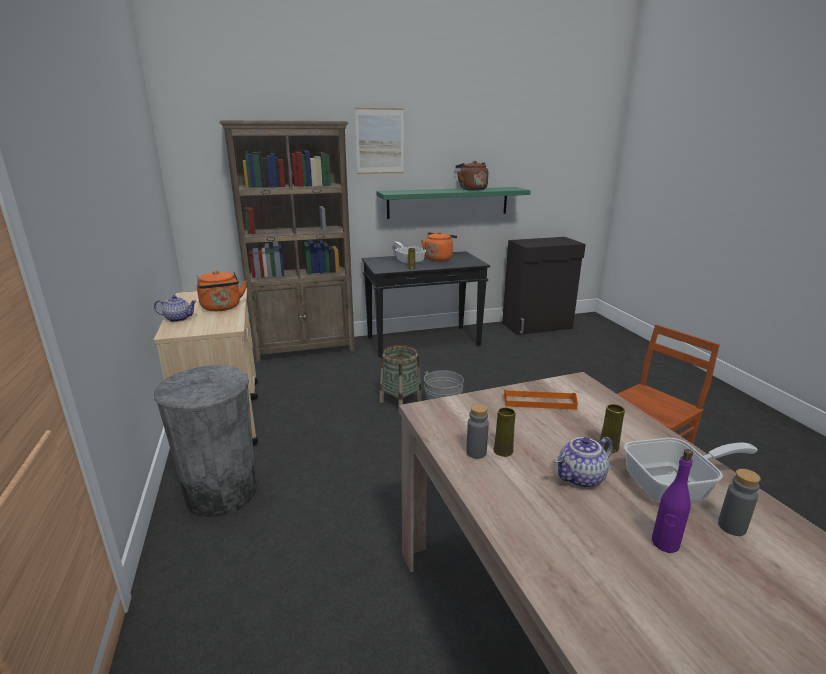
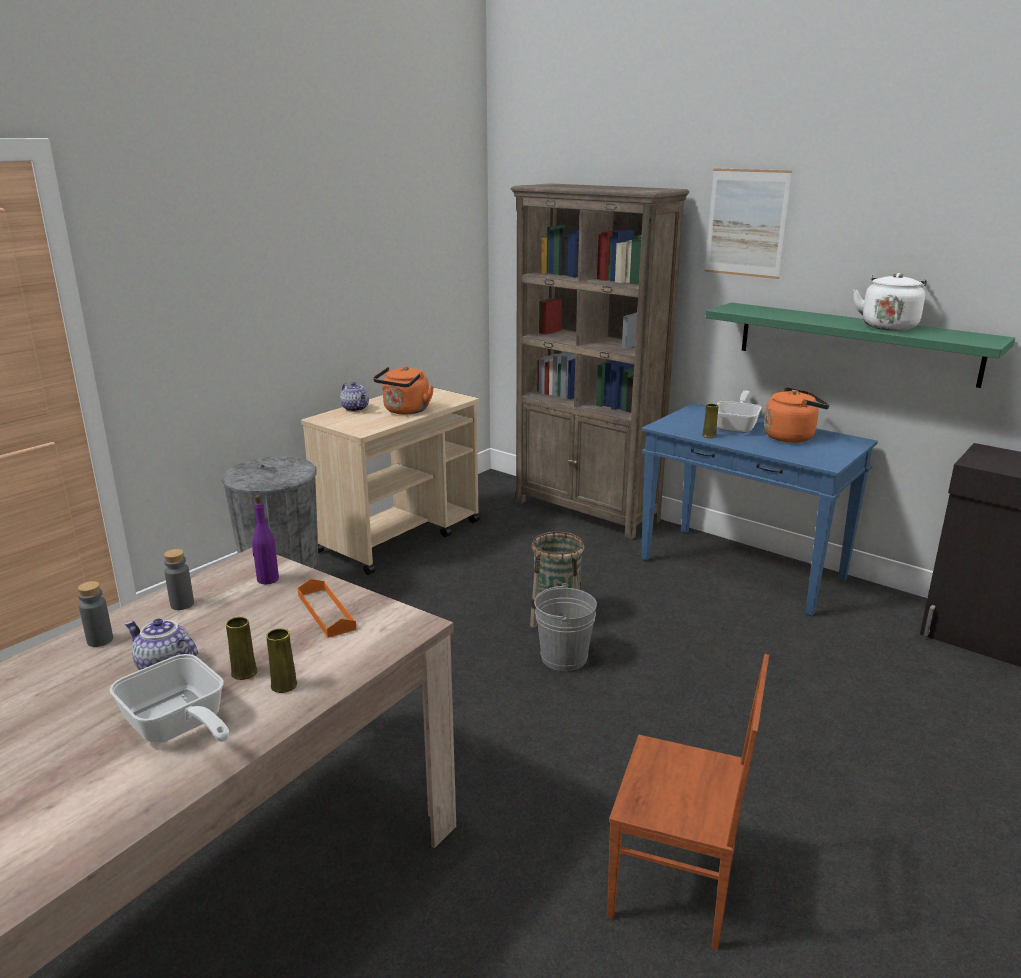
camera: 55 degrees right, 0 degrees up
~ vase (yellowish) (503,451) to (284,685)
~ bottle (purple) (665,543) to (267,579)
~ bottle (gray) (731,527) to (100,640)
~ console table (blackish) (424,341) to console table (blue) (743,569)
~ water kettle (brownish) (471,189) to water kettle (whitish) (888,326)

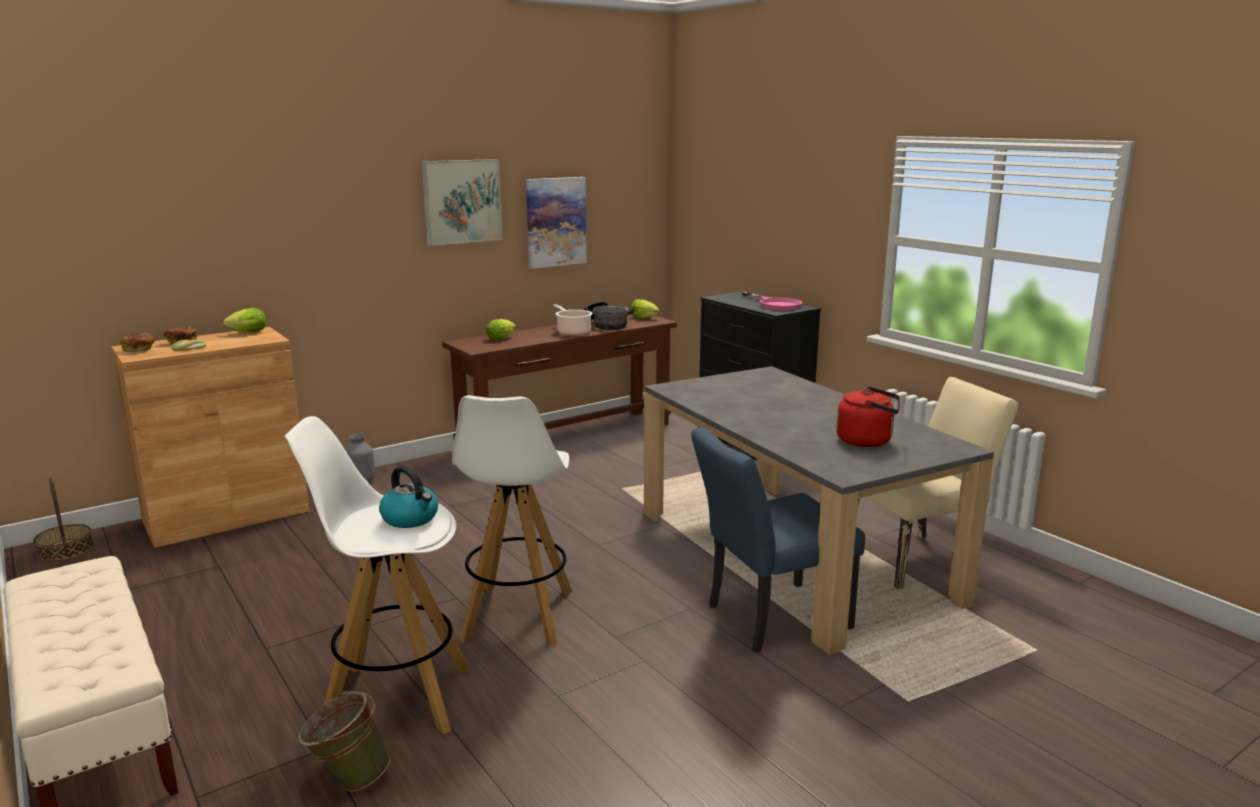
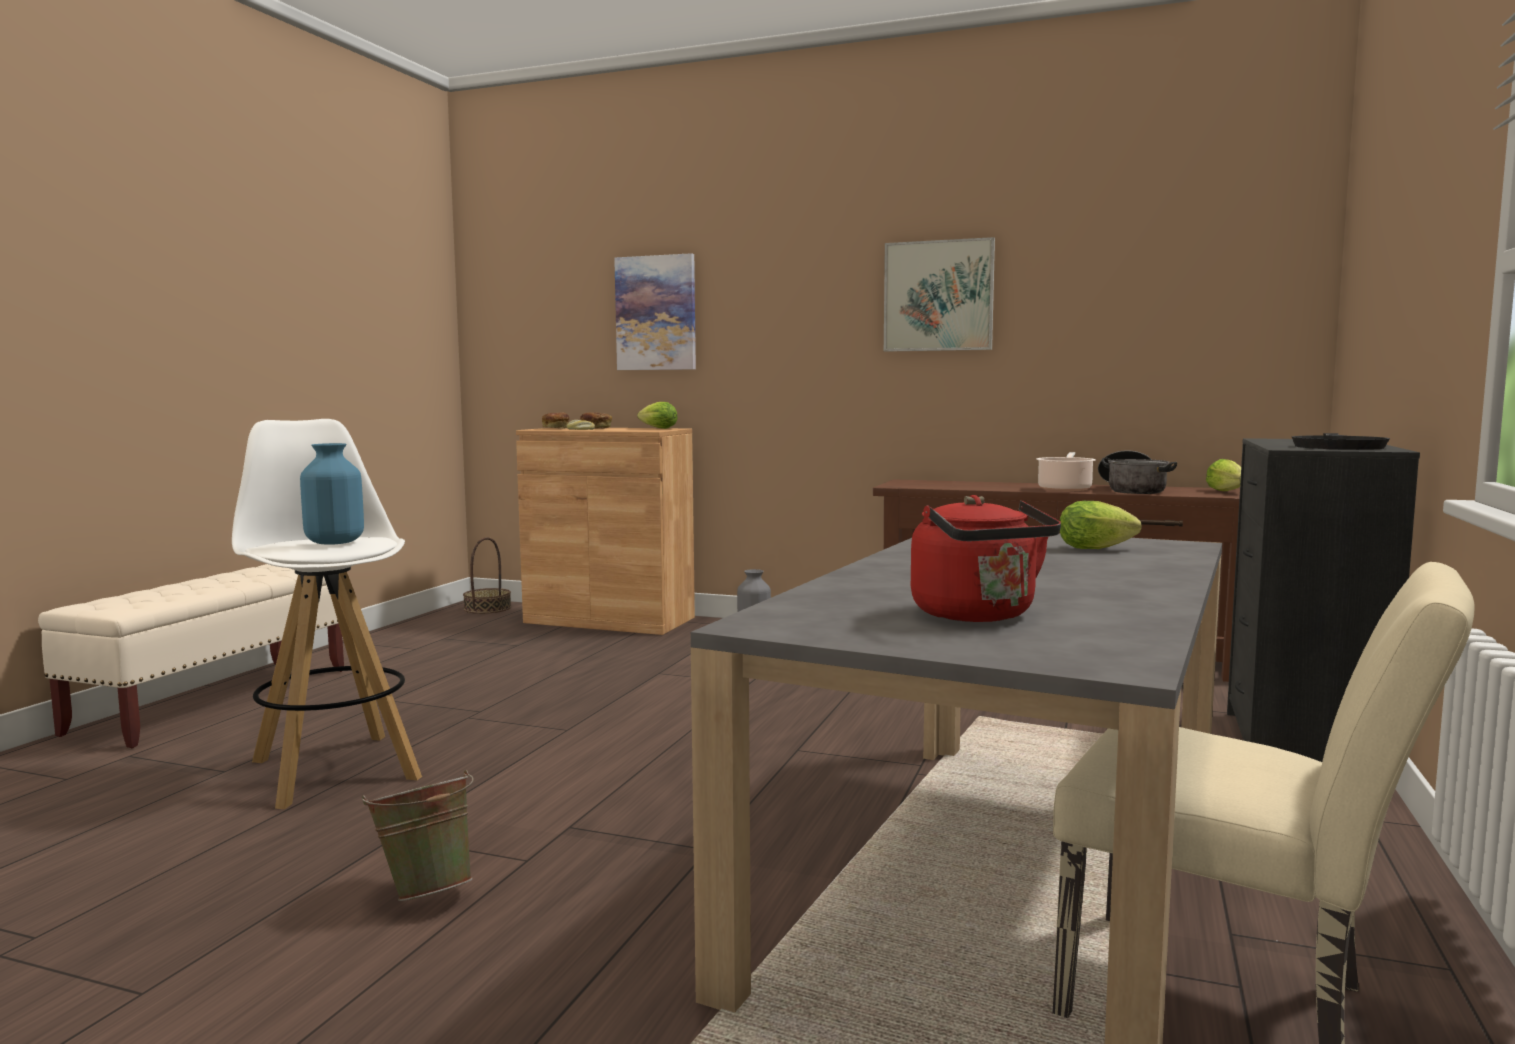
camera: 55 degrees right, 10 degrees down
- sitting stool (whitish) (518,616)
- plain chair (blue) (768,618)
~ bucket (green) (347,780) to (427,891)
~ lettuce head (502,339) to (1099,549)
~ wall art (555,222) to (656,313)
~ water kettle (411,518) to vase (blue) (336,542)
~ skillet (pinkish) (775,304) to skillet (blackish) (1338,446)

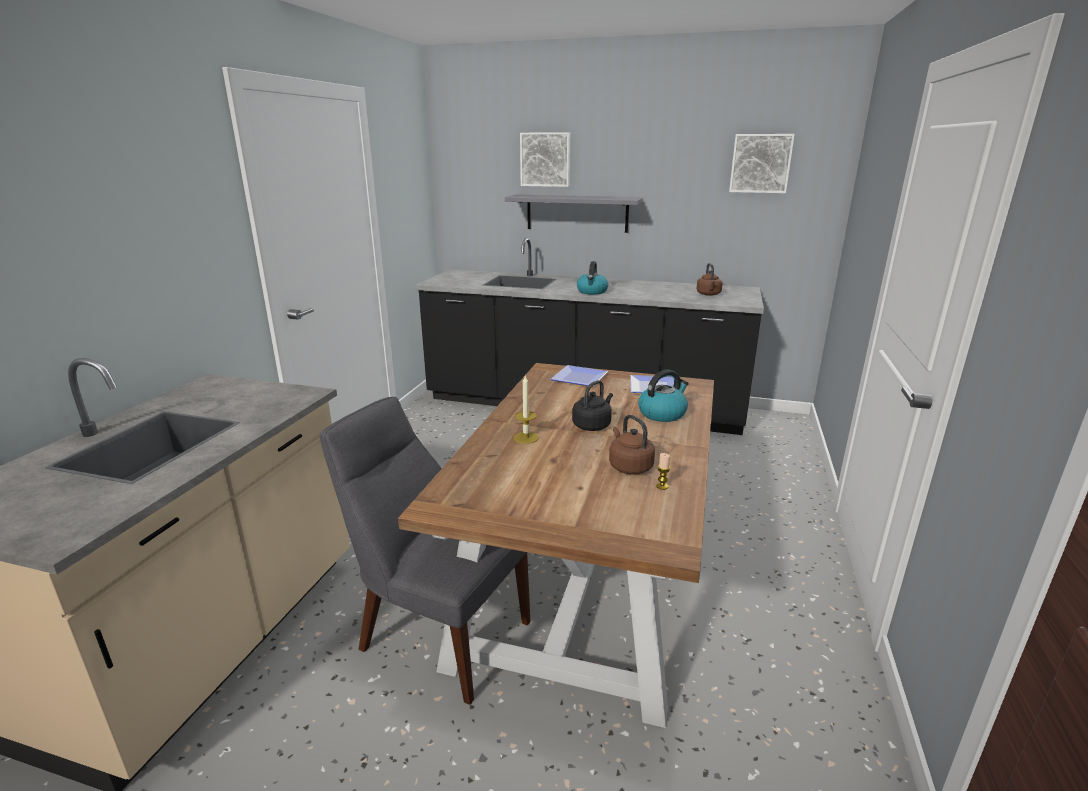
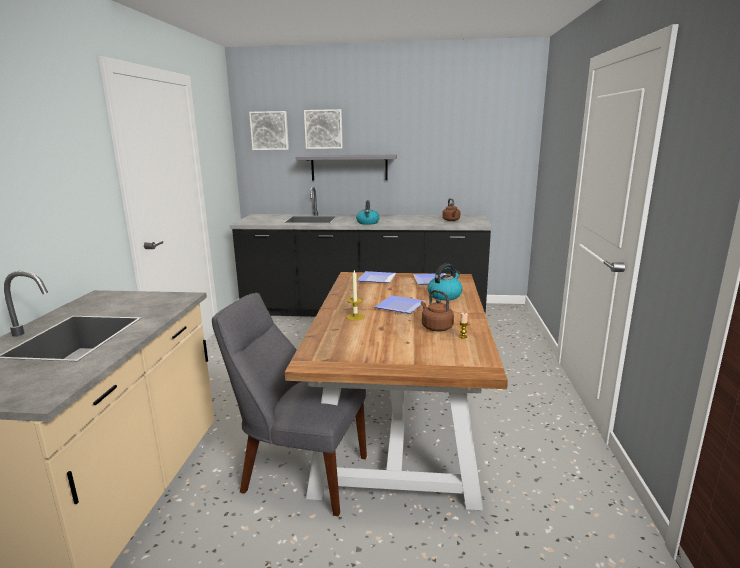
camera: 10 degrees left, 5 degrees down
~ wall art (760,163) to (269,130)
~ water kettle (blackish) (593,425) to flat dish (399,306)

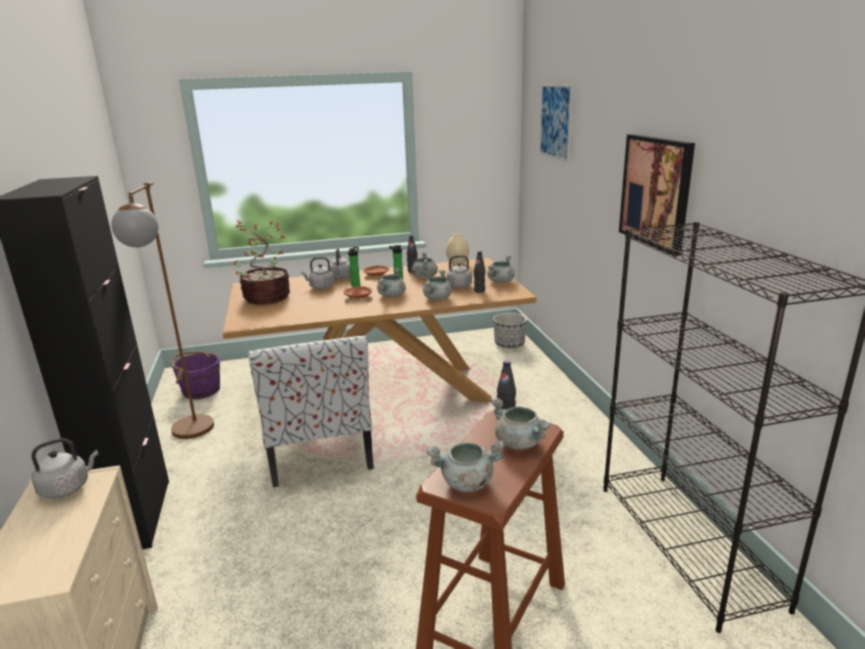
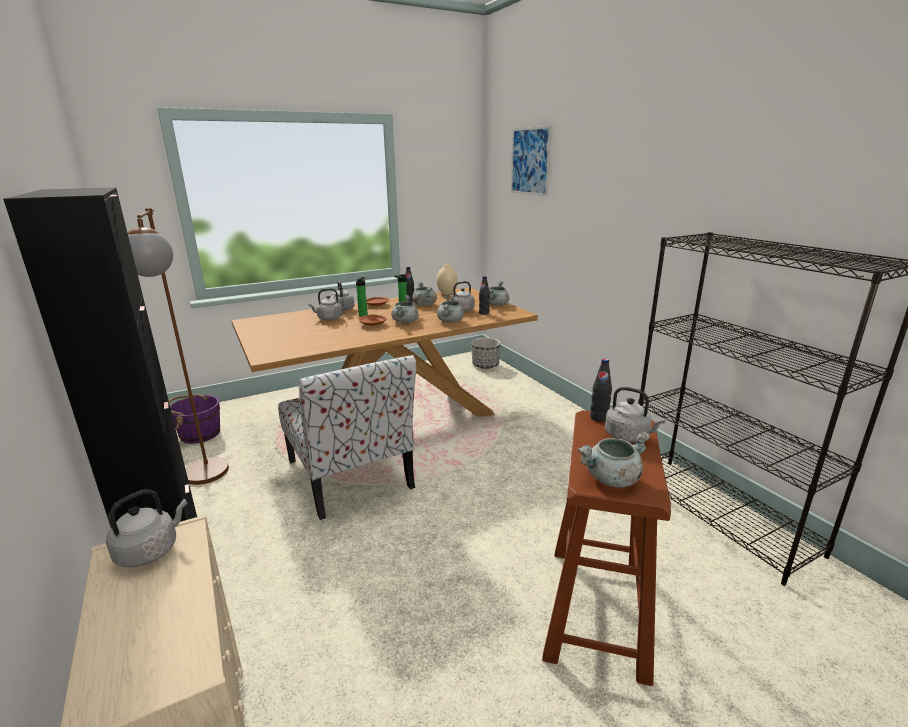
camera: 15 degrees left, 0 degrees up
- potted plant (265,298)
- wall art (656,192)
~ stockpot (gray) (520,443) to water kettle (gray) (629,436)

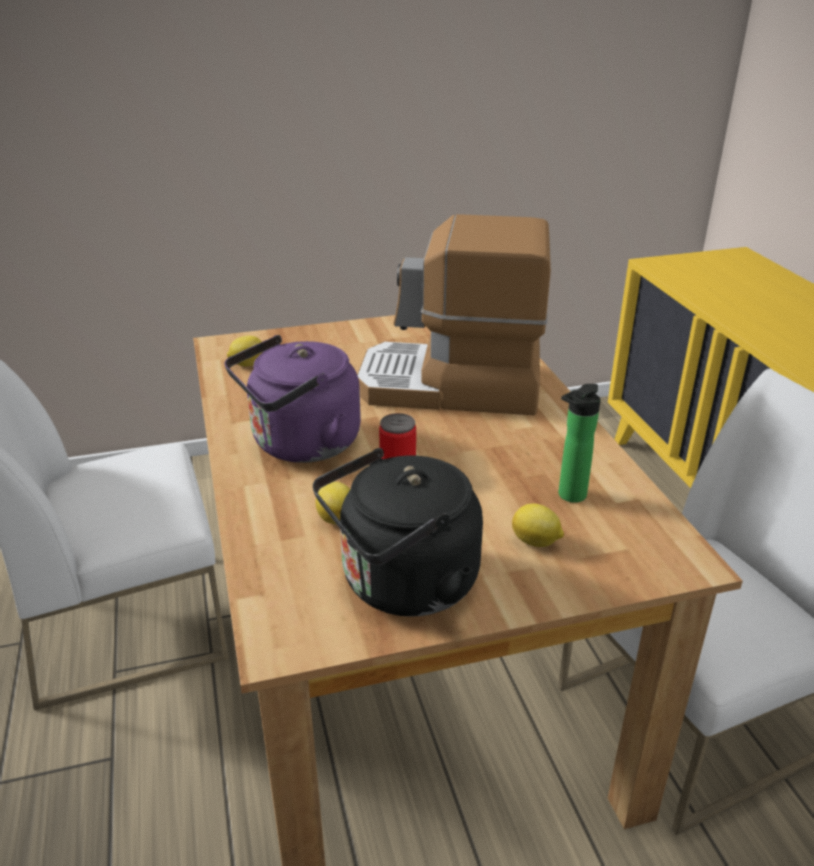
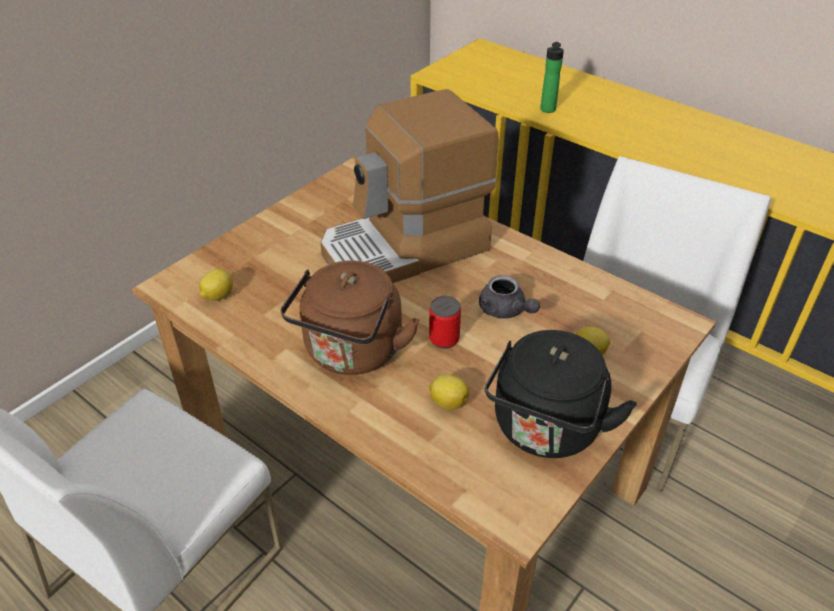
camera: 35 degrees left, 10 degrees up
+ teapot (gray) (505,311)
~ bottle (569,496) to (547,110)
~ water kettle (purple) (300,445) to water kettle (brownish) (352,353)

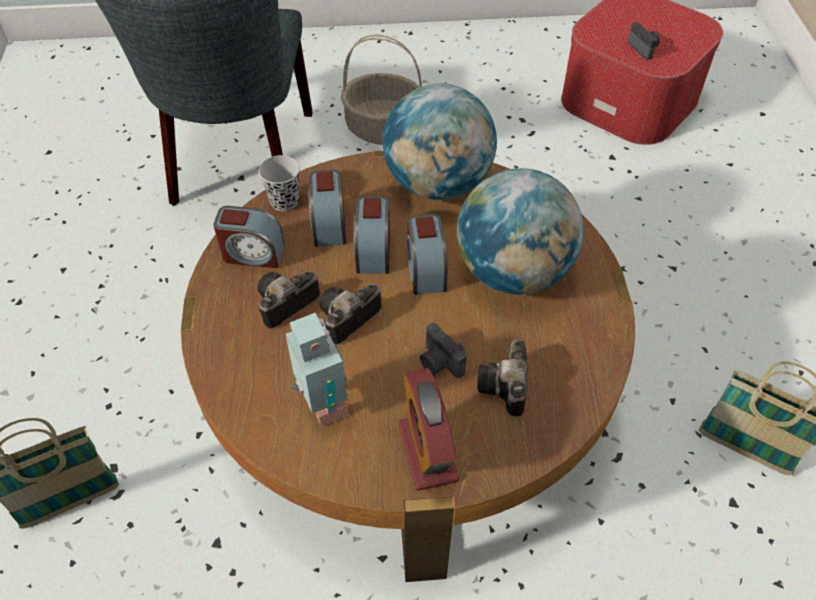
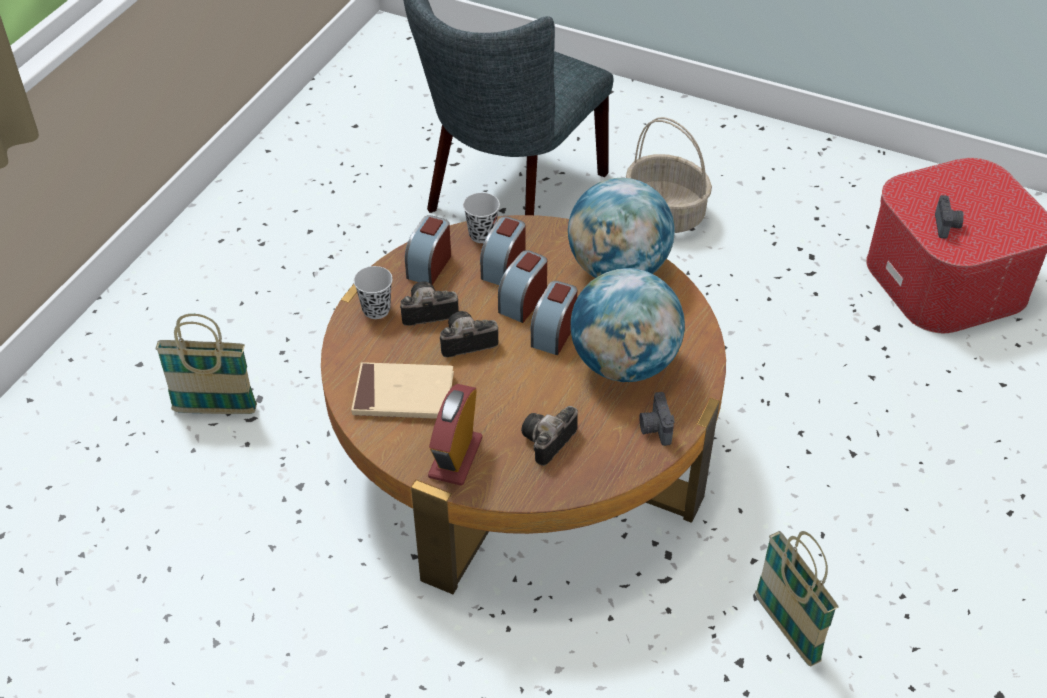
camera: 30 degrees right, 5 degrees down
+ drinking cup (blackish) (376,310)
~ photo camera (439,363) to (654,428)
~ toy robot (323,407) to volume (sand-coloured) (403,395)
~ bedside clock (252,254) = (429,265) 75 degrees clockwise

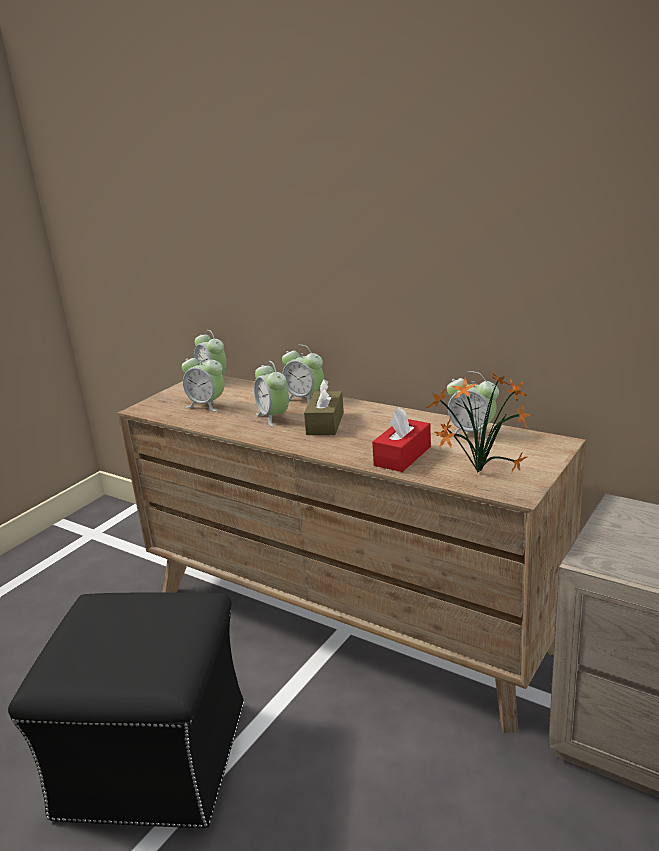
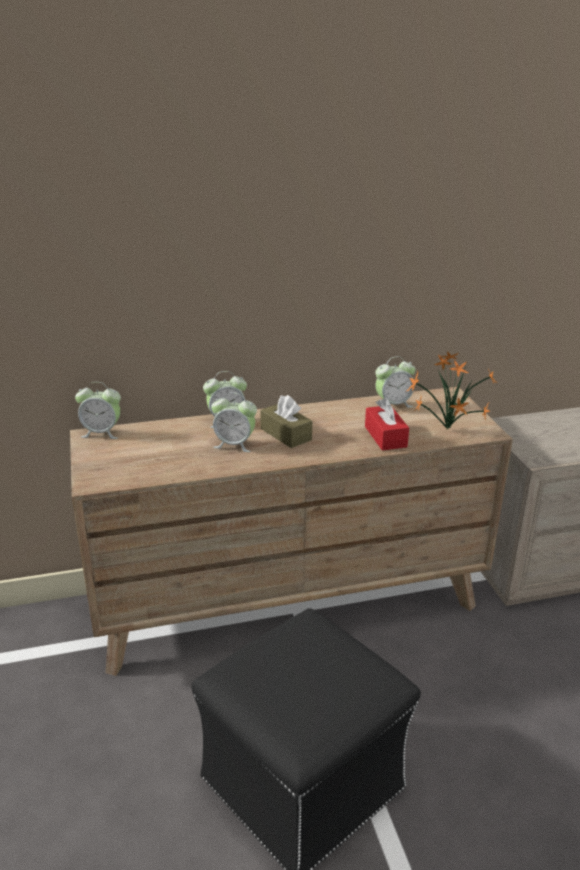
camera: 50 degrees left, 5 degrees up
- bedside clock (206,405)

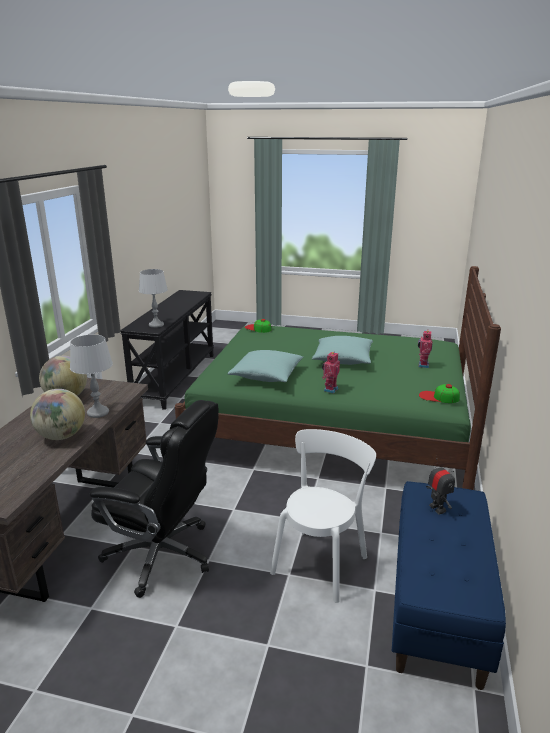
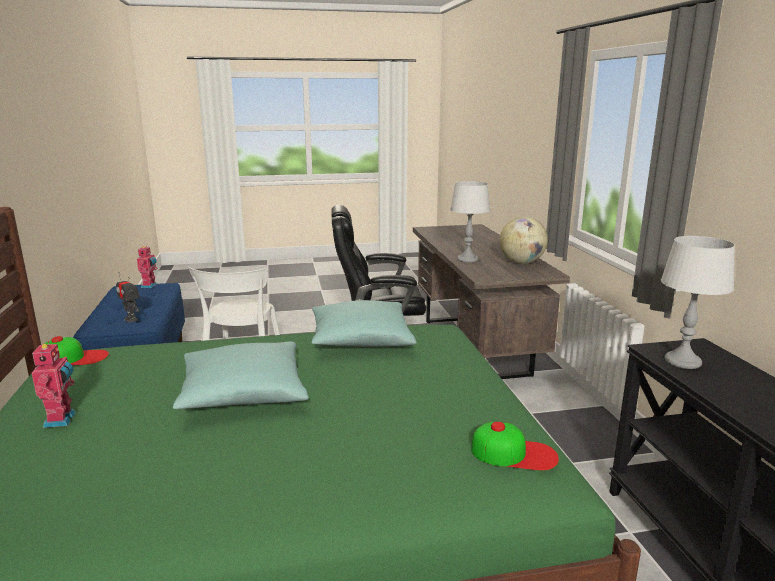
camera: 155 degrees right, 5 degrees down
- globe (61,436)
~ toy robot (330,389) to (150,286)

